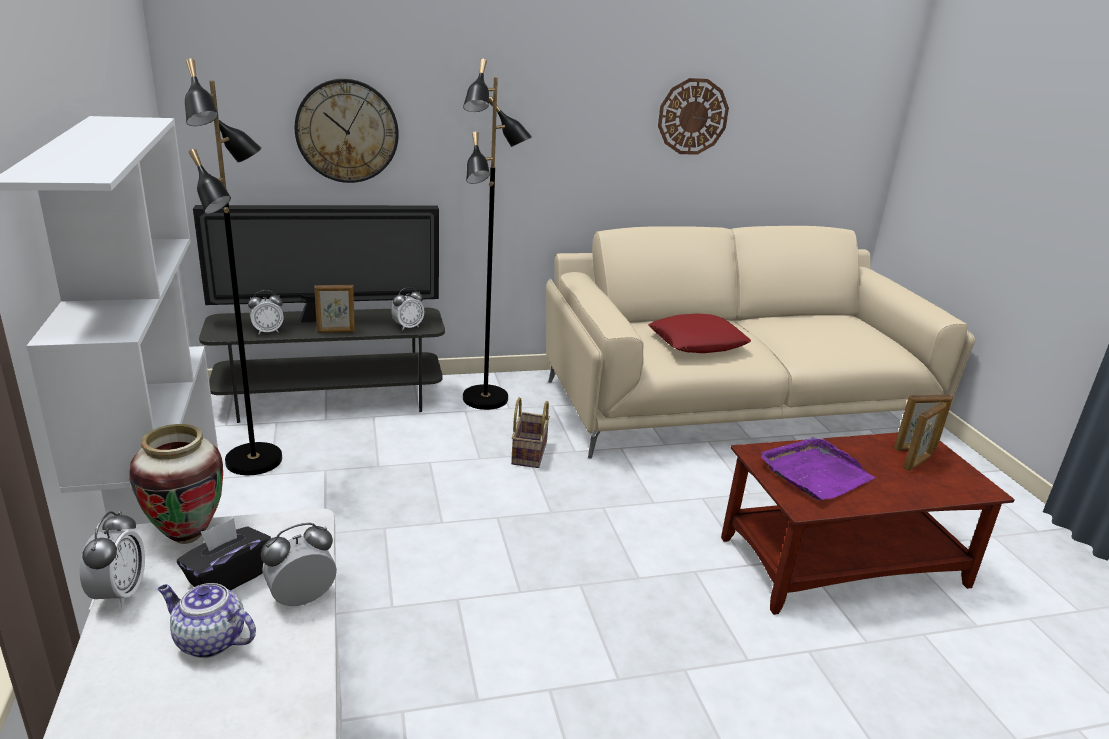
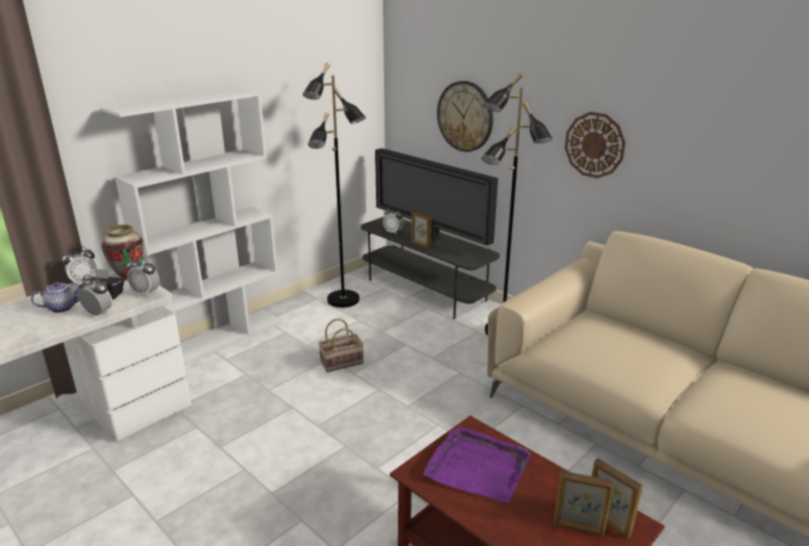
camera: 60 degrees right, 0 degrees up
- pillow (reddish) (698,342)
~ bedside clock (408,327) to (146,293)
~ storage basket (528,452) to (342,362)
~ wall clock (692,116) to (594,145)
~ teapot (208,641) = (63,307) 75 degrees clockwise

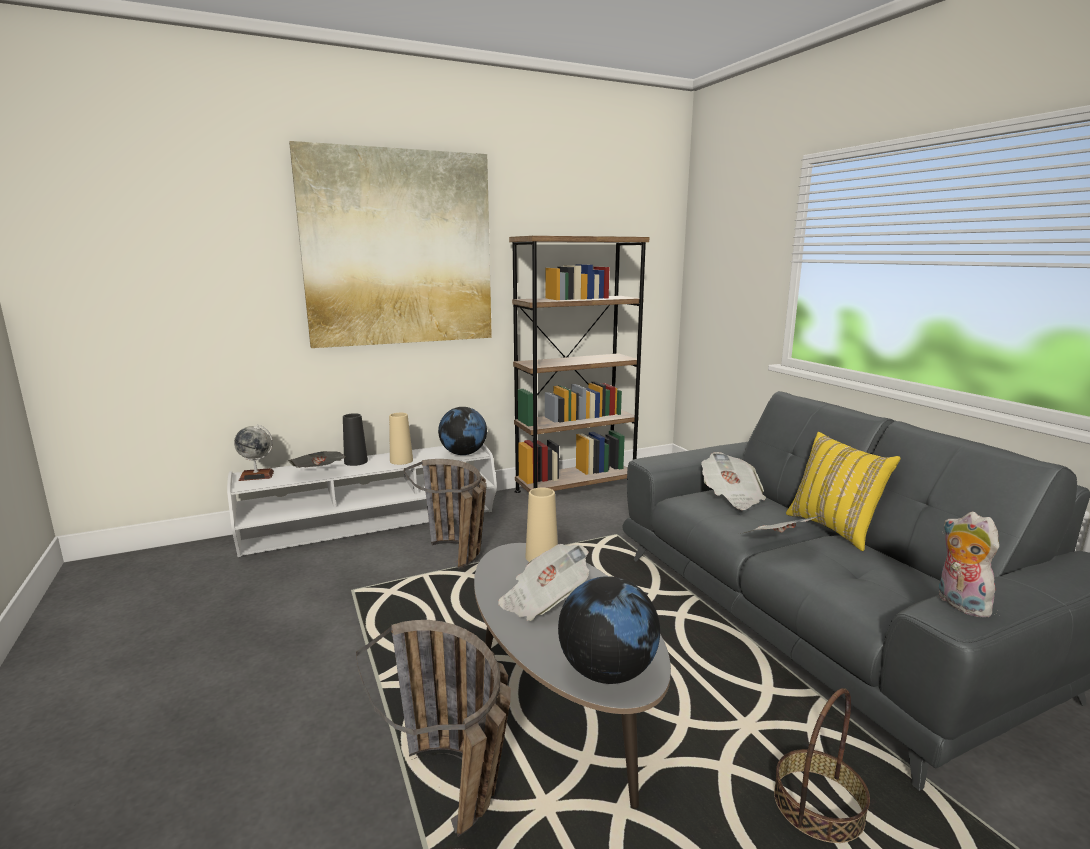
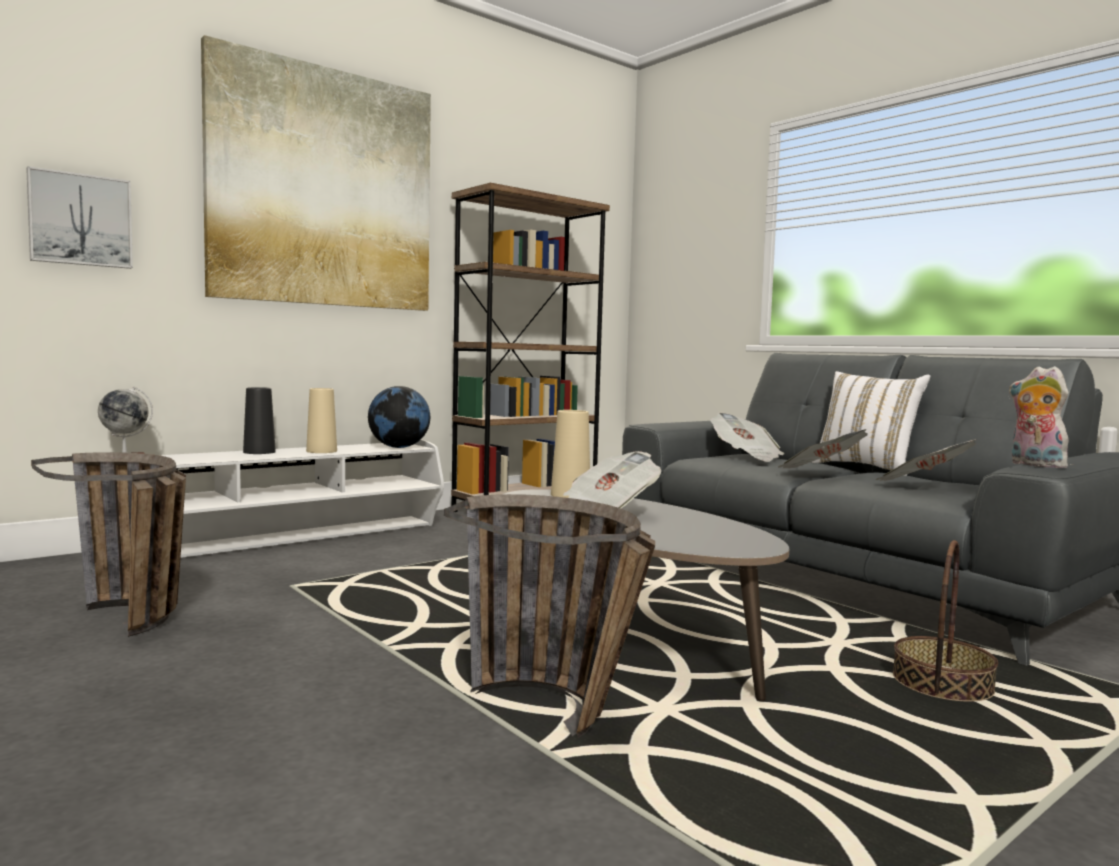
camera: 15 degrees left, 10 degrees down
- globe (607,672)
+ wall art (80,220)
~ printed paper (319,474) to (922,487)
~ storage basket (460,560) to (136,624)
~ pillow (yellowish) (834,528) to pillow (whitish) (866,468)

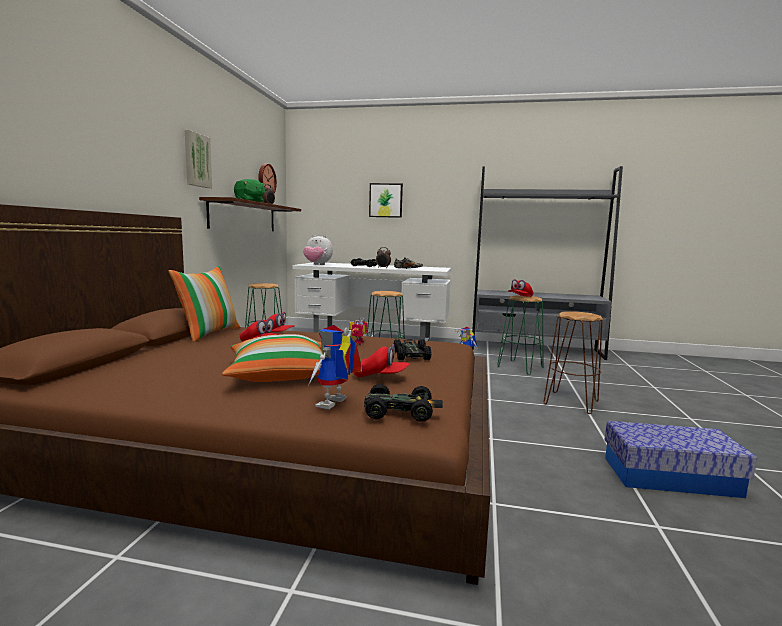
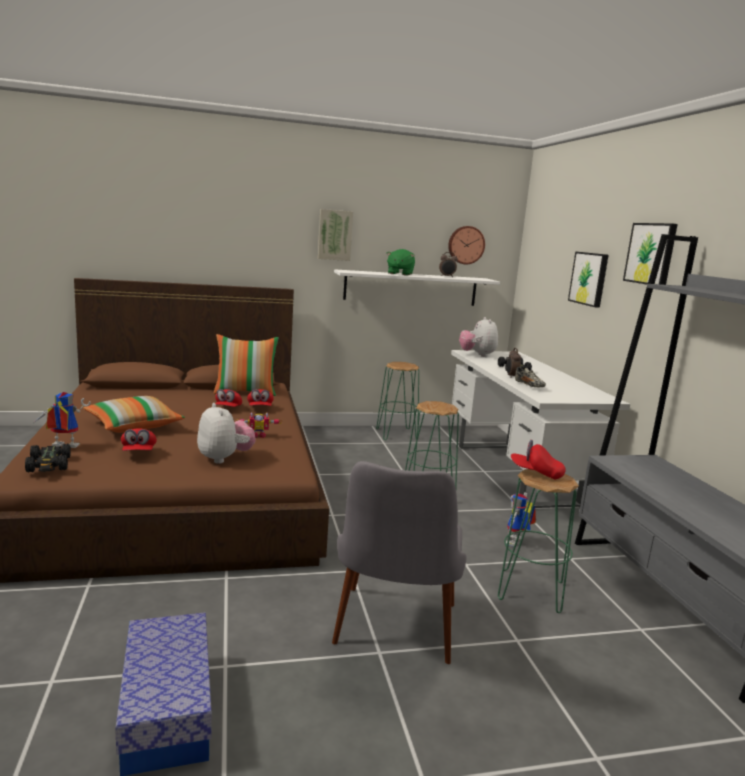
camera: 65 degrees right, 5 degrees up
+ wall art (651,254)
~ toy car (blackish) (411,355) to soft toy (224,458)
~ sitting stool (brownish) (571,403) to plain chair (gray) (393,638)
~ shelf (brownish) (244,216) to shelf (whitish) (411,288)

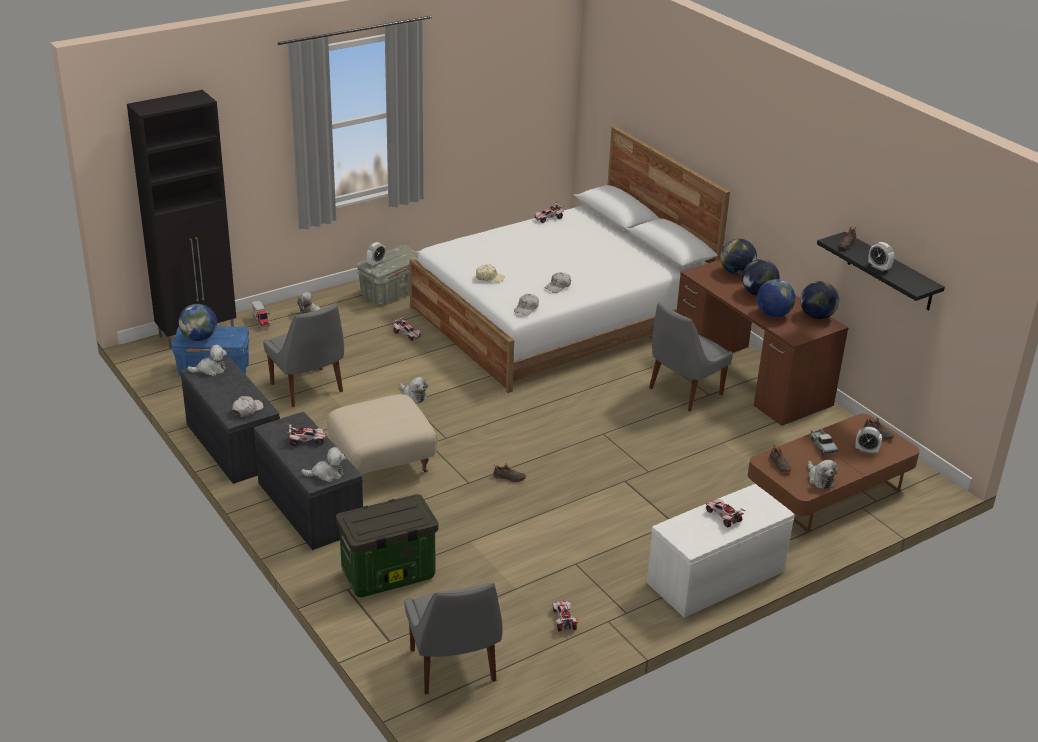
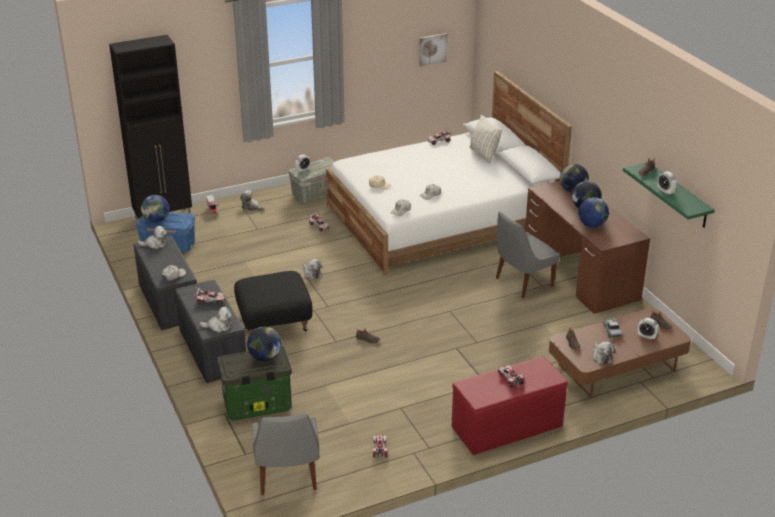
camera: 10 degrees right, 0 degrees up
- plain chair (gray) (308,389)
+ wall art (432,49)
+ pillow (484,154)
~ globe (816,316) to (265,357)
~ pouffe (sand-coloured) (381,465) to pouffe (blackish) (273,323)
~ indoor bench (whitish) (716,578) to indoor bench (reddish) (506,427)
~ shelf (blackish) (890,272) to shelf (green) (678,196)

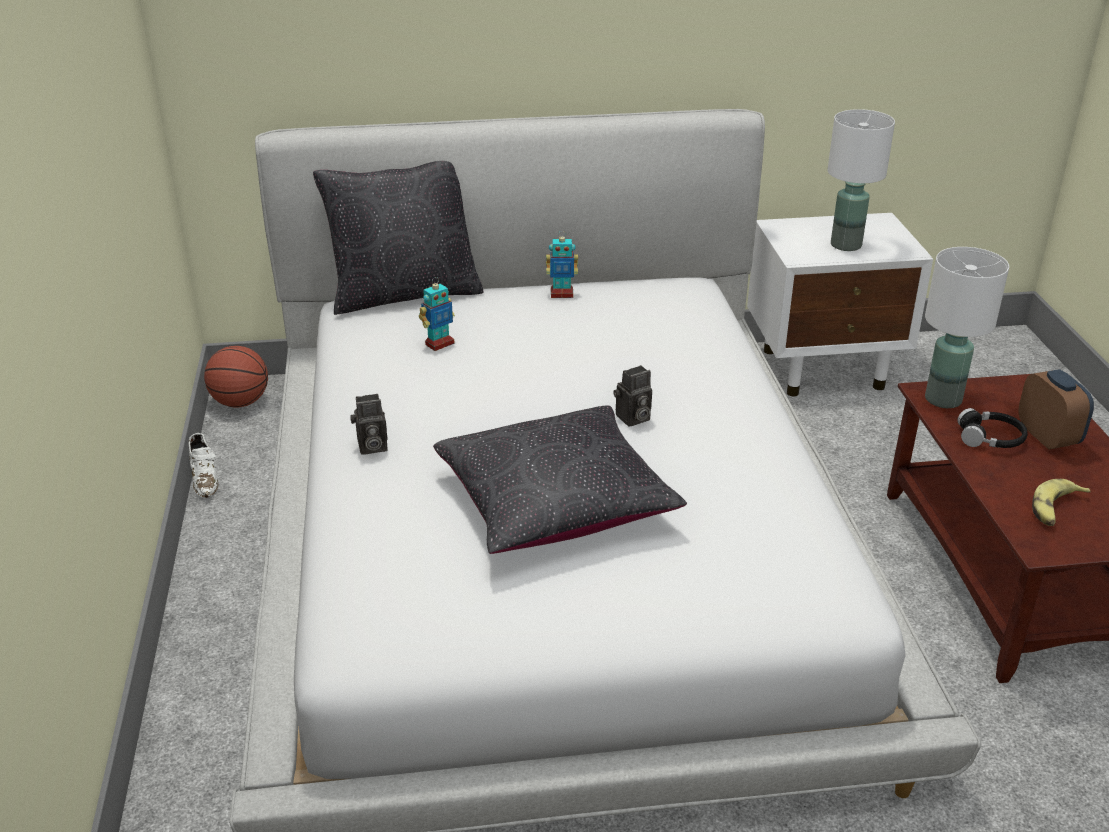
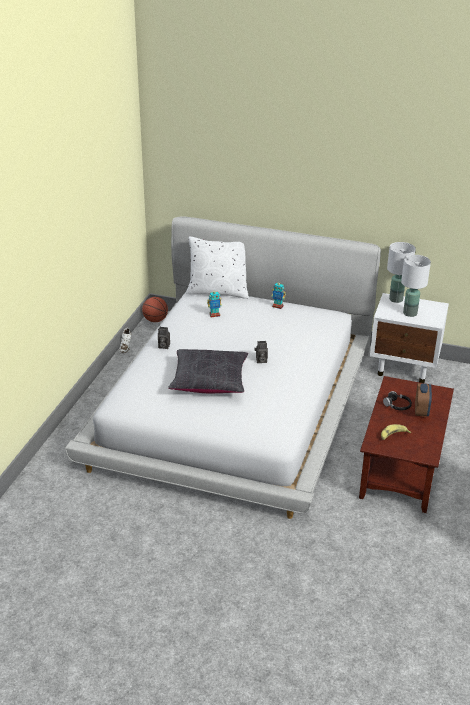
camera: 25 degrees right, 0 degrees up
~ table lamp (whitish) (944,399) to (396,299)
~ pillow (blackish) (405,294) to pillow (whitish) (218,291)

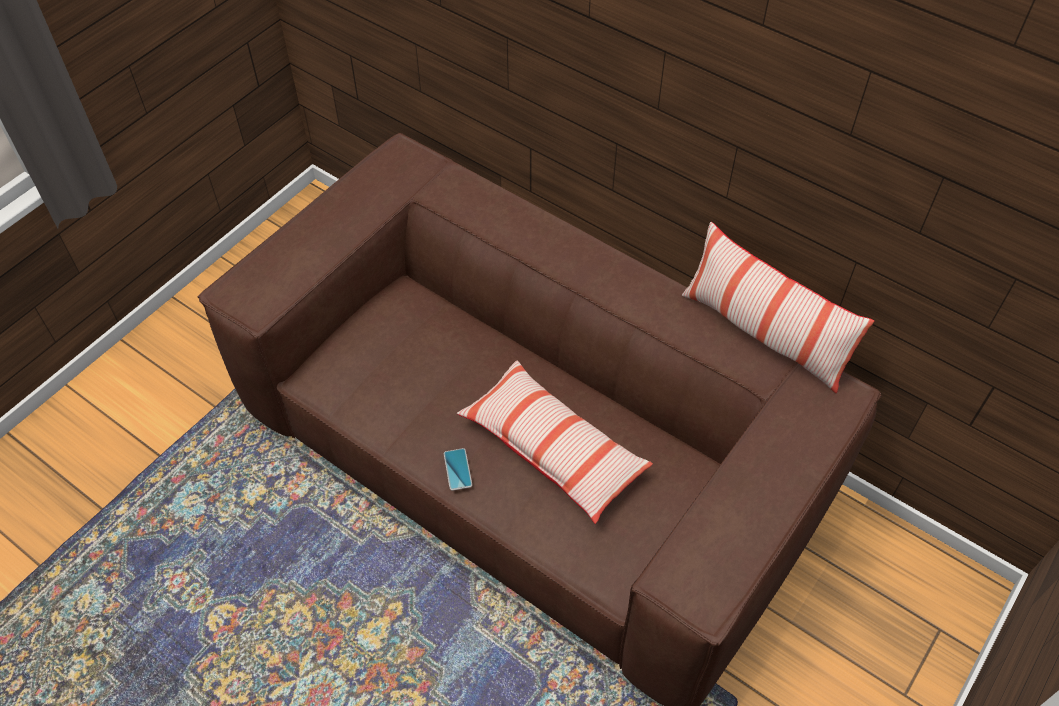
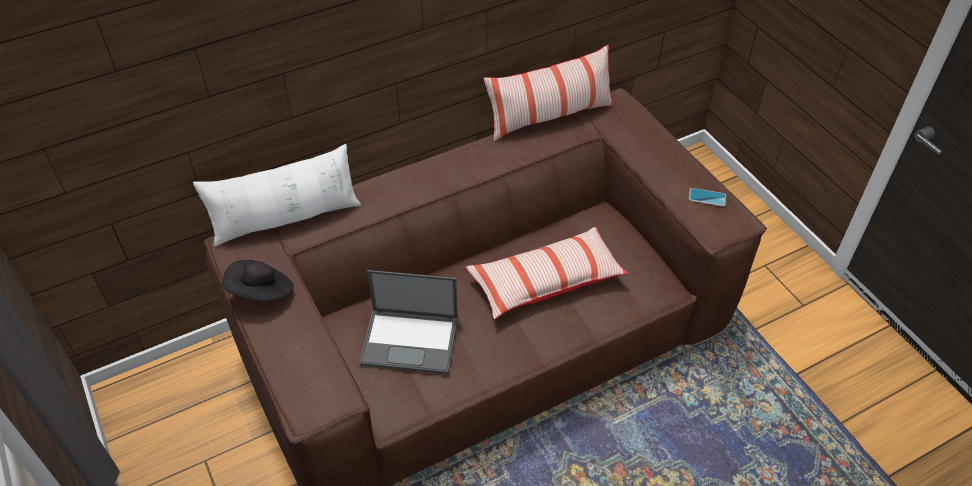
camera: 65 degrees left, 5 degrees down
+ pillow (whitish) (286,218)
+ clothing hat (blackish) (262,292)
+ notebook computer (411,340)
~ telephone (457,469) to (707,197)

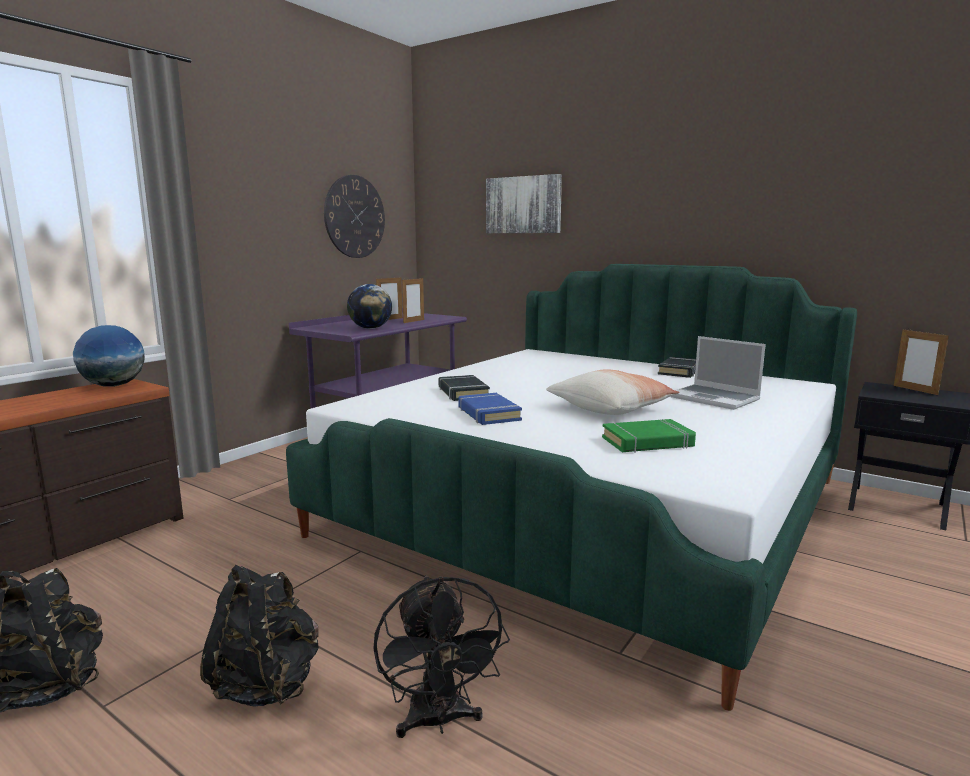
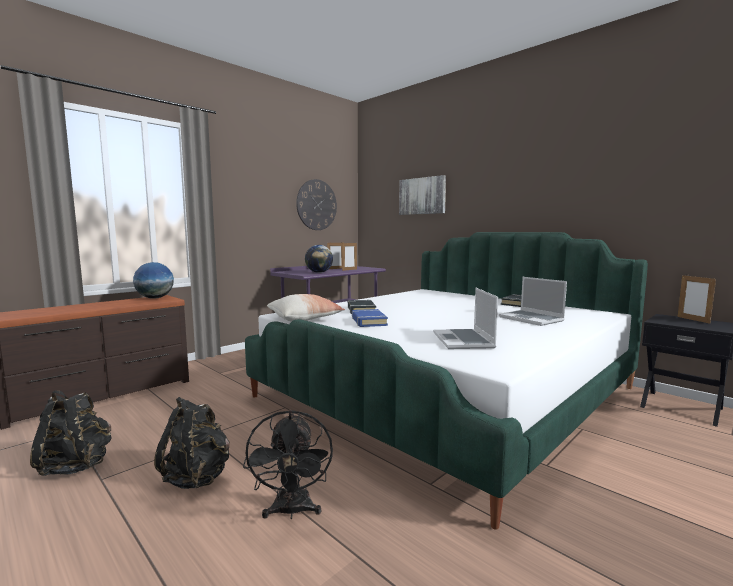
camera: 10 degrees right, 5 degrees down
~ pillow (611,408) to (305,319)
~ volume (green) (647,442) to notebook computer (464,341)

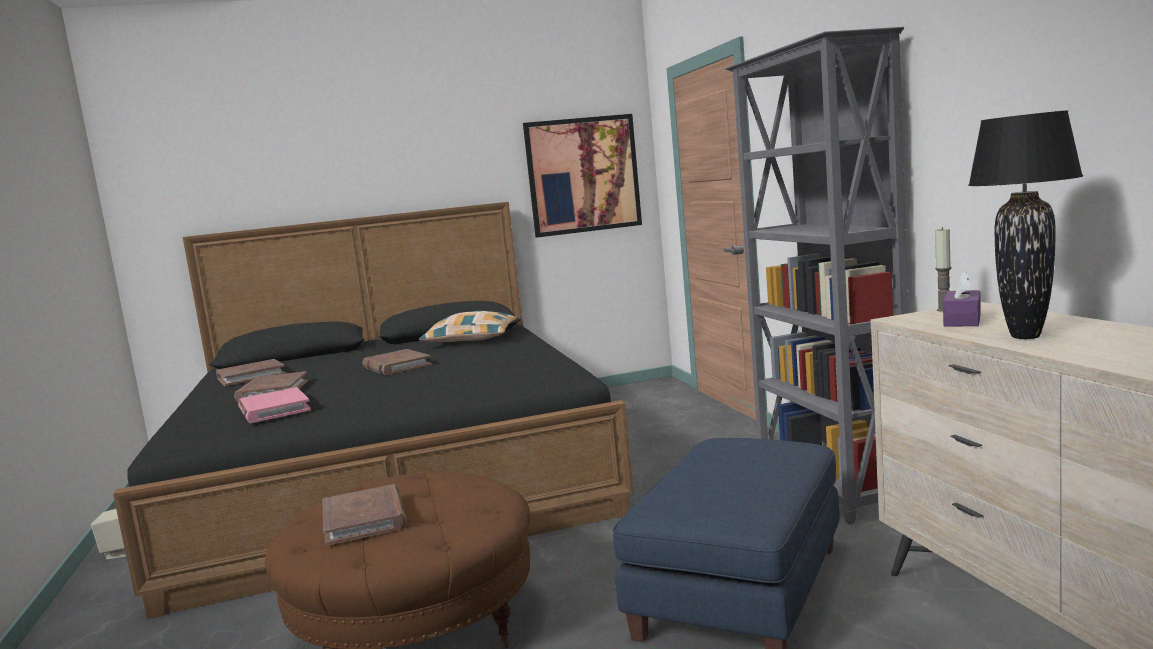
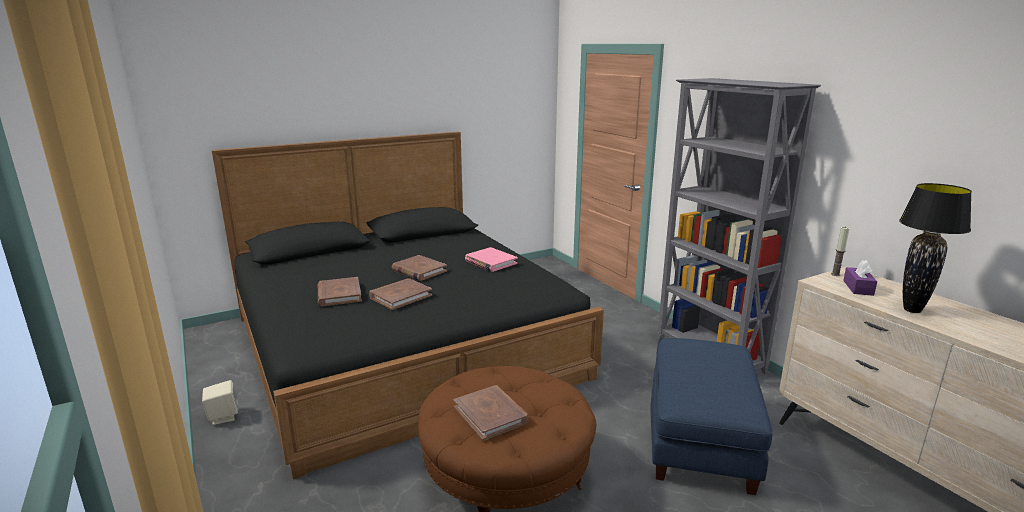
camera: 15 degrees left, 10 degrees up
- pillow (471,339)
- wall art (583,175)
~ volume (brownish) (251,376) to (400,296)
~ volume (pinkish) (274,410) to (490,262)

